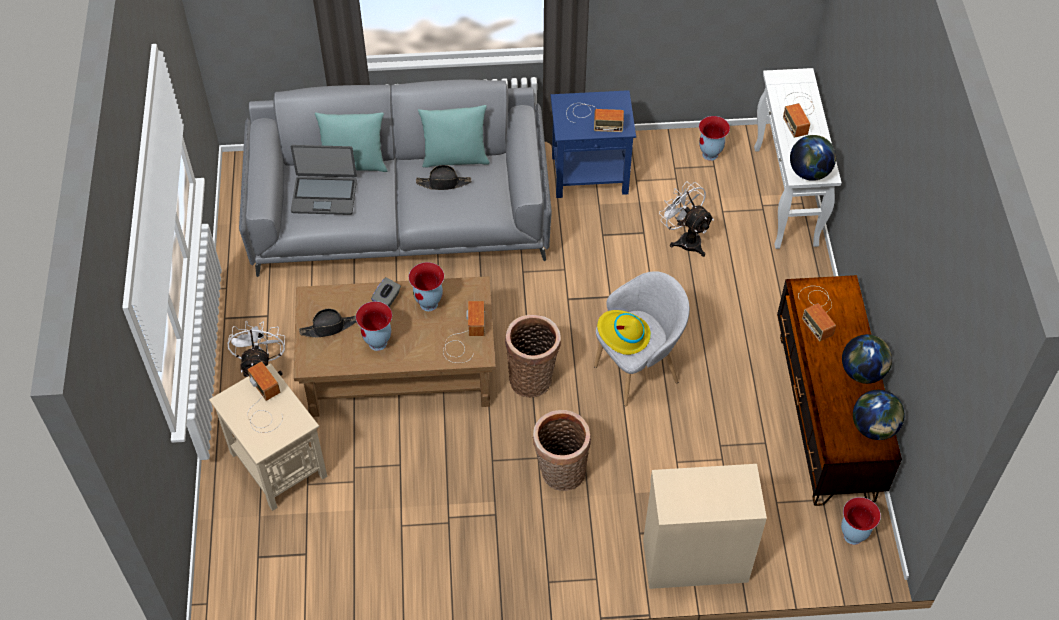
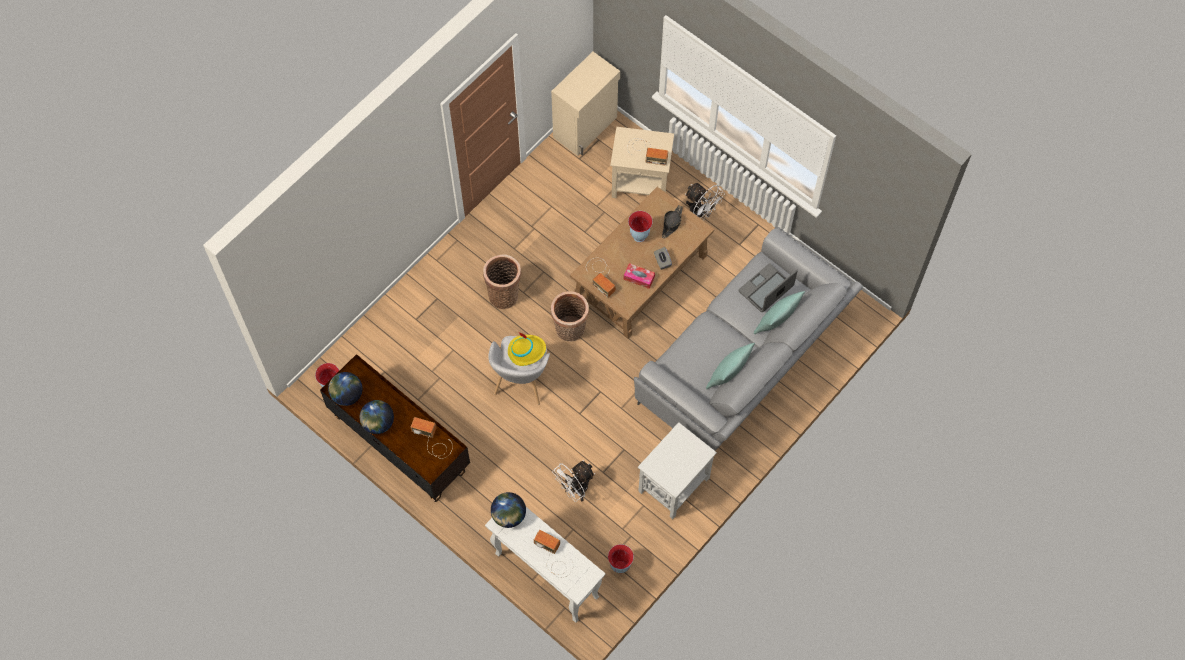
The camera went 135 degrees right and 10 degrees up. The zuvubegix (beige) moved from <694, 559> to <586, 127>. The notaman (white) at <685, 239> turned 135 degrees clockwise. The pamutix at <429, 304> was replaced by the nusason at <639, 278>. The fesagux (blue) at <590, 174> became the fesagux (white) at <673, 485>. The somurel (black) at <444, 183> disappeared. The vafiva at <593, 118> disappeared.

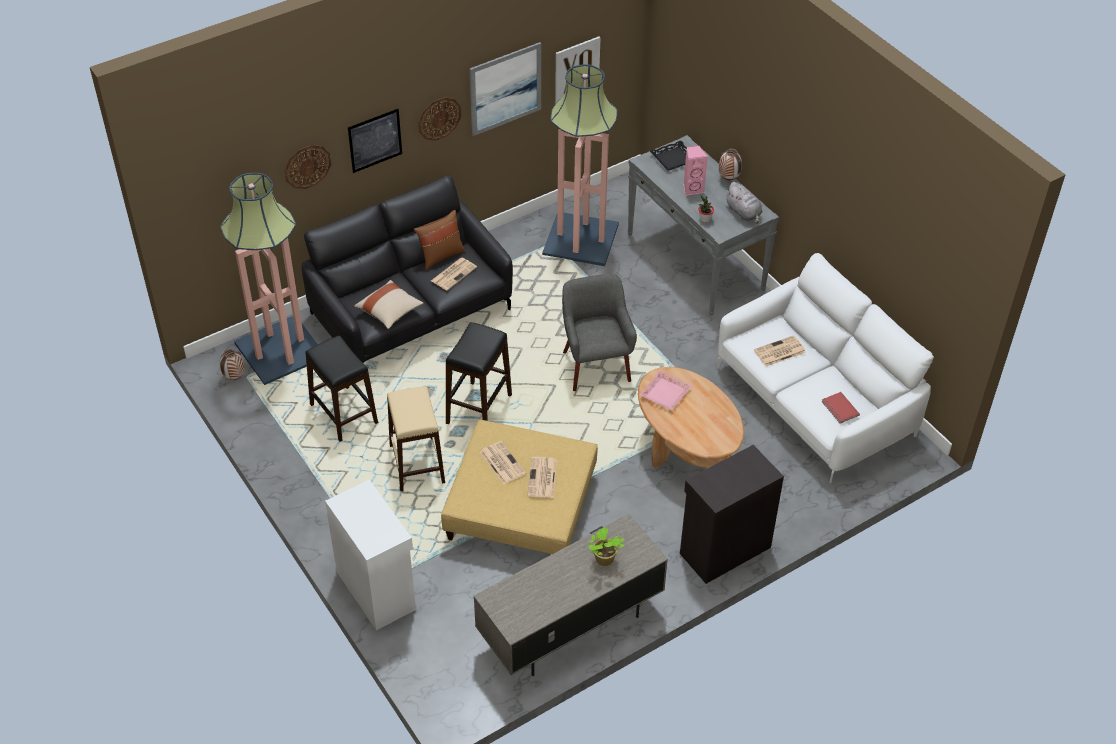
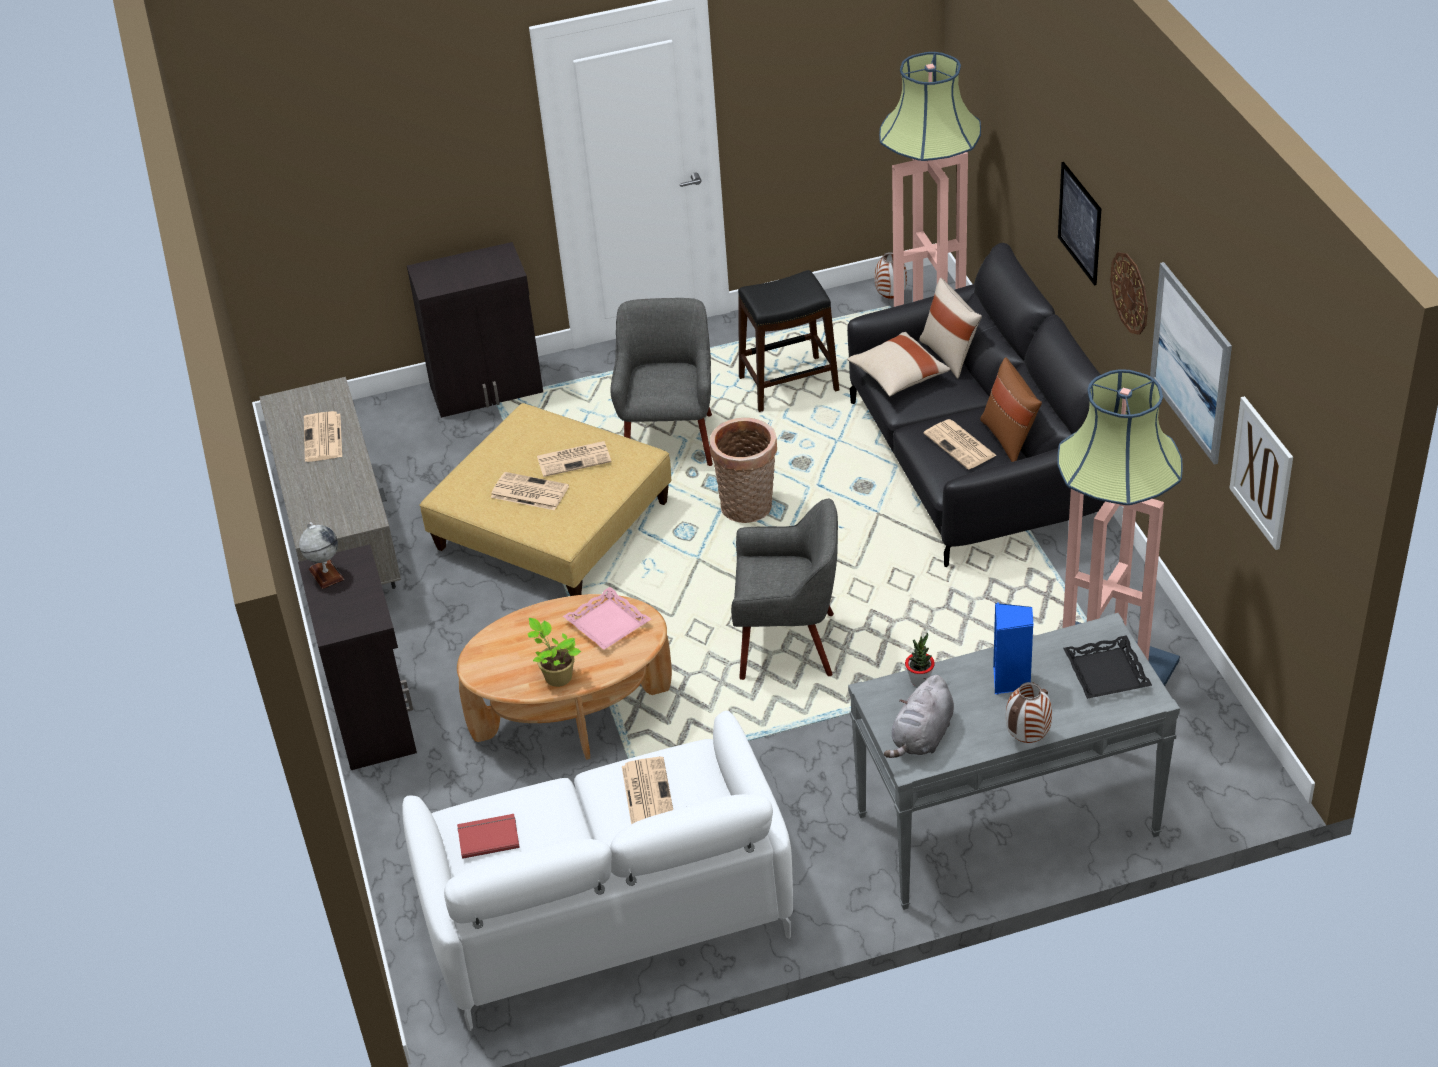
The camera went 110 degrees right and 5 degrees down. The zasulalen at <326, 574> appeared. The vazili at <323, 438> appeared. The zuvubegix (white) at <377, 589> became the zuvubegix (black) at <487, 389>. The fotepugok moved from <604, 560> to <557, 676>. The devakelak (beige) at <416, 464> was replaced by the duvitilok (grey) at <670, 440>. The devakelak (black) at <479, 409> was replaced by the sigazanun at <748, 509>. The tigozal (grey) at <744, 213> turned 45 degrees counterclockwise. The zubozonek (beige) at <950, 355> appeared. The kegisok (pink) at <692, 188> became the kegisok (blue) at <1011, 681>. The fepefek at <307, 166> disappeared.

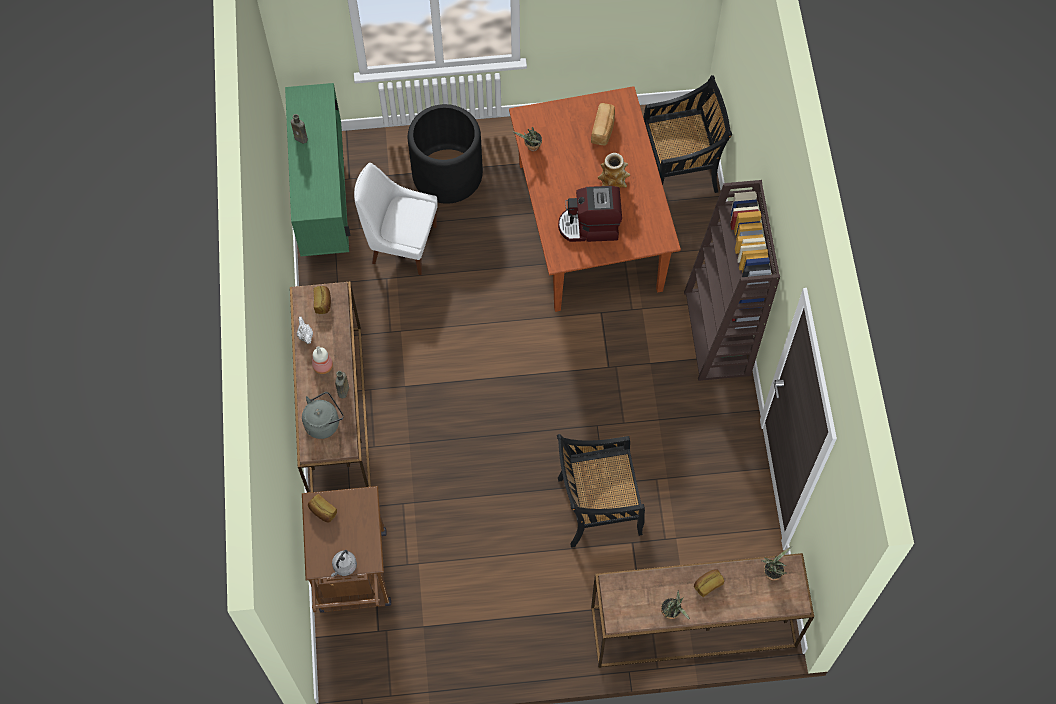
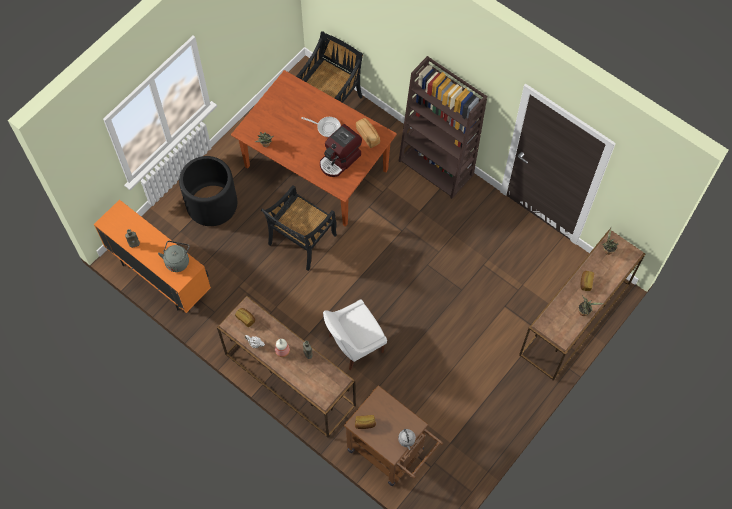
The camera went 45 degrees left and 0 degrees up. The zuvubegix (green) at <324, 203> became the zuvubegix (orange) at <160, 276>. The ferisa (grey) moved from <324, 422> to <177, 261>. The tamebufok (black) moved from <597, 506> to <301, 241>. The pamutix at <613, 182> was replaced by the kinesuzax at <326, 127>. The tamebufok (white) moved from <401, 244> to <353, 345>. The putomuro moved from <603, 129> to <368, 135>.

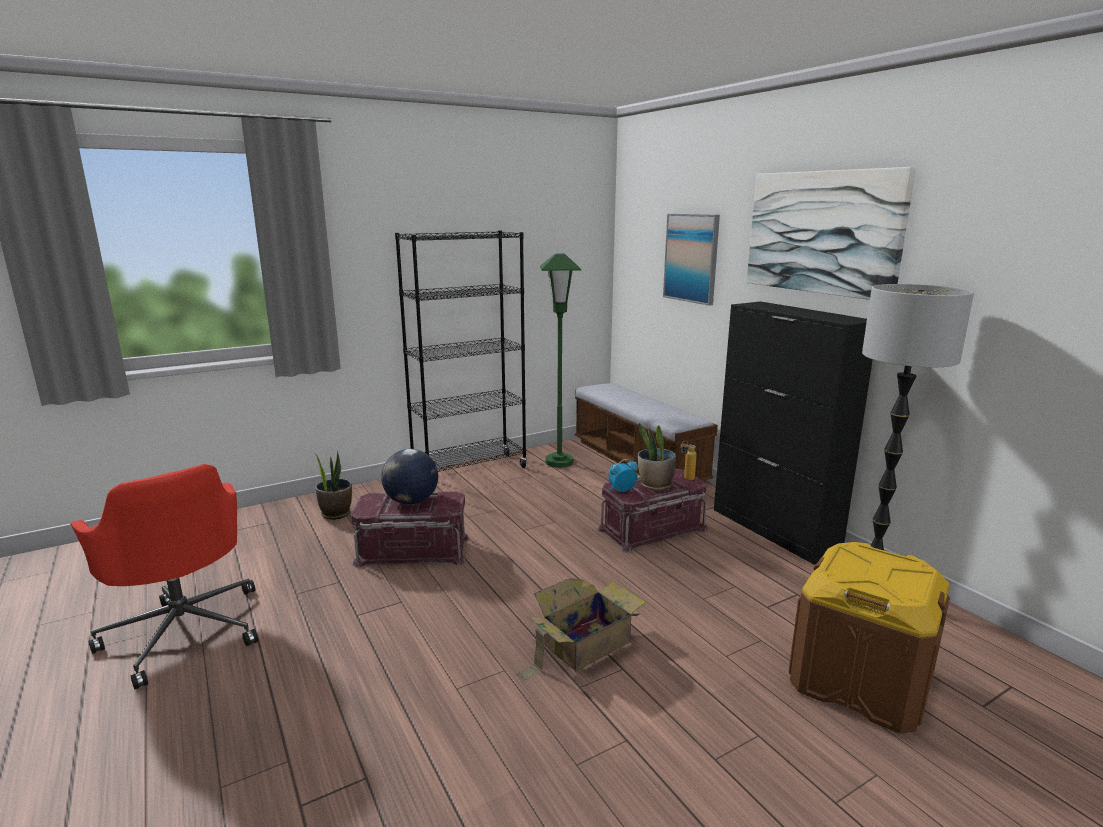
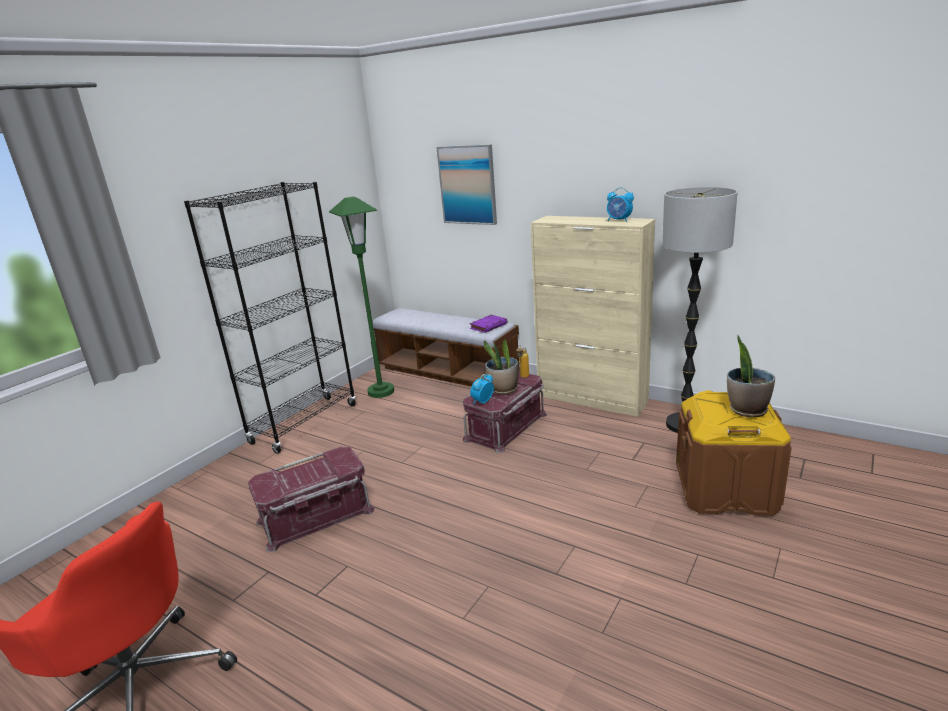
The camera went 25 degrees left and 5 degrees up. The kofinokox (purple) at <488, 326> appeared. The zuvubegix (black) at <774, 530> became the zuvubegix (beige) at <592, 399>. The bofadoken at <619, 220> appeared. The fotepugok moved from <336, 513> to <747, 410>. The zasulalen at <411, 502> disappeared. The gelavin at <583, 645> disappeared. The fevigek at <822, 232> disappeared.

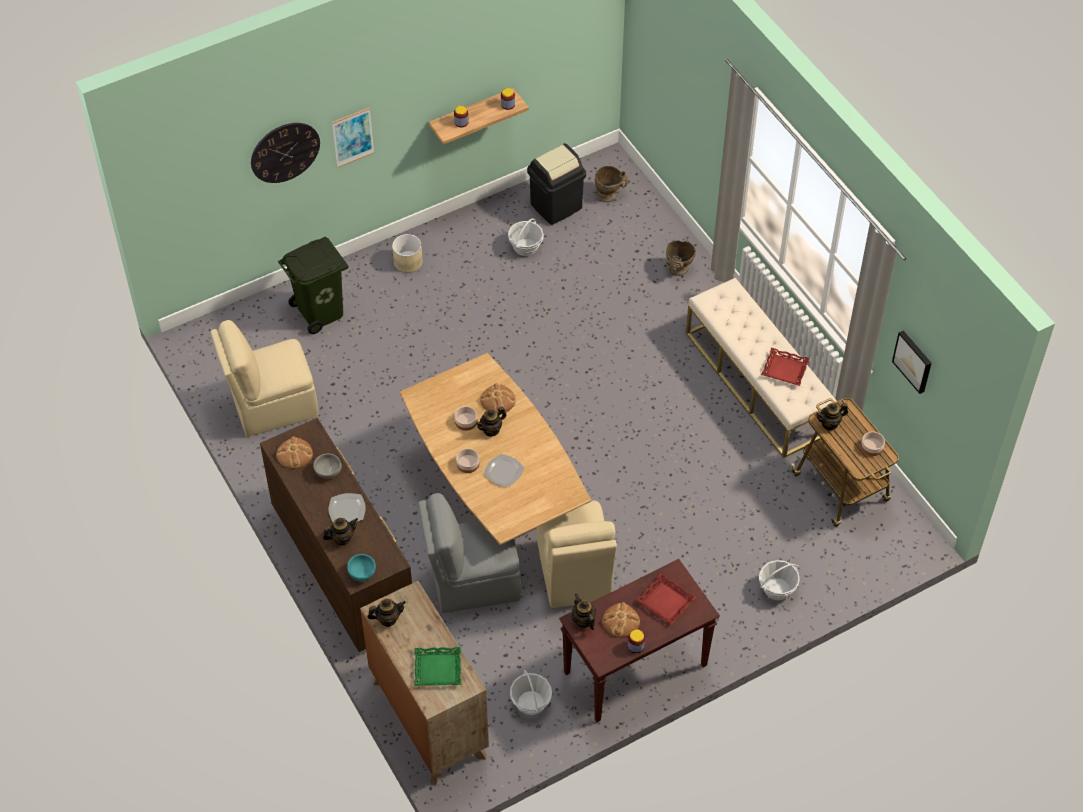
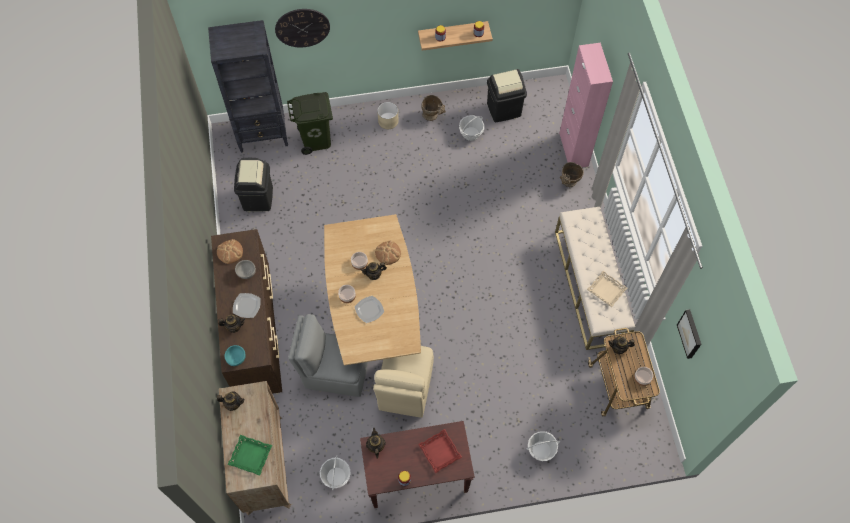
The camera went 20 degrees right and 10 degrees up. The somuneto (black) at <263, 134> appeared. The tamebufok (beige) at <272, 406> was replaced by the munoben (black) at <257, 198>. The pamutix (beige) moved from <610, 195> to <432, 116>. The zuvubegix (pink) at <573, 149> appeared. The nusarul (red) at <784, 370> became the nusarul (beige) at <606, 290>. The fevigek at <353, 137> disappeared. The putomuro at <620, 621> disappeared.

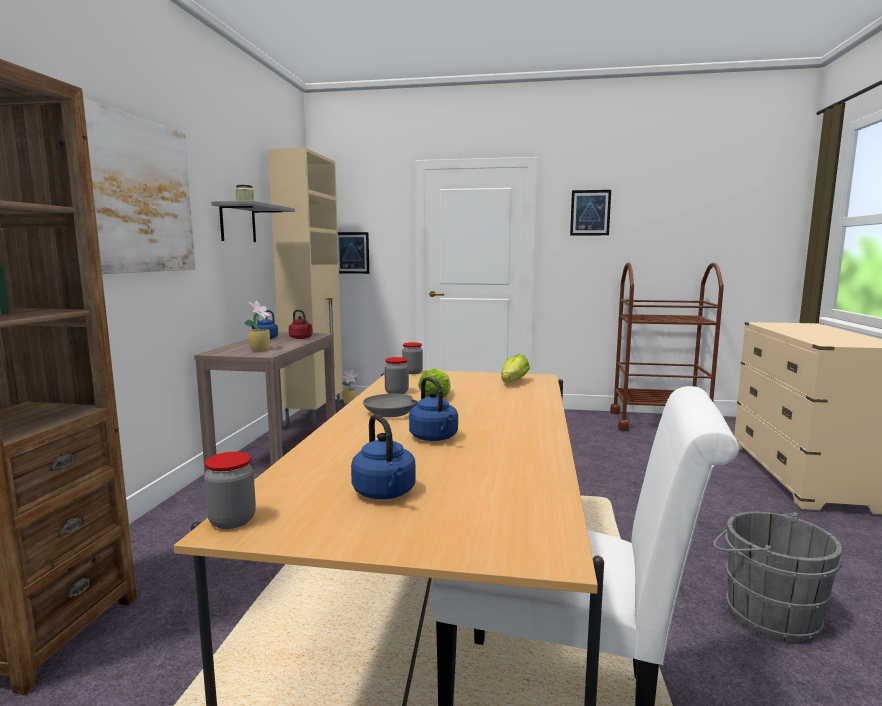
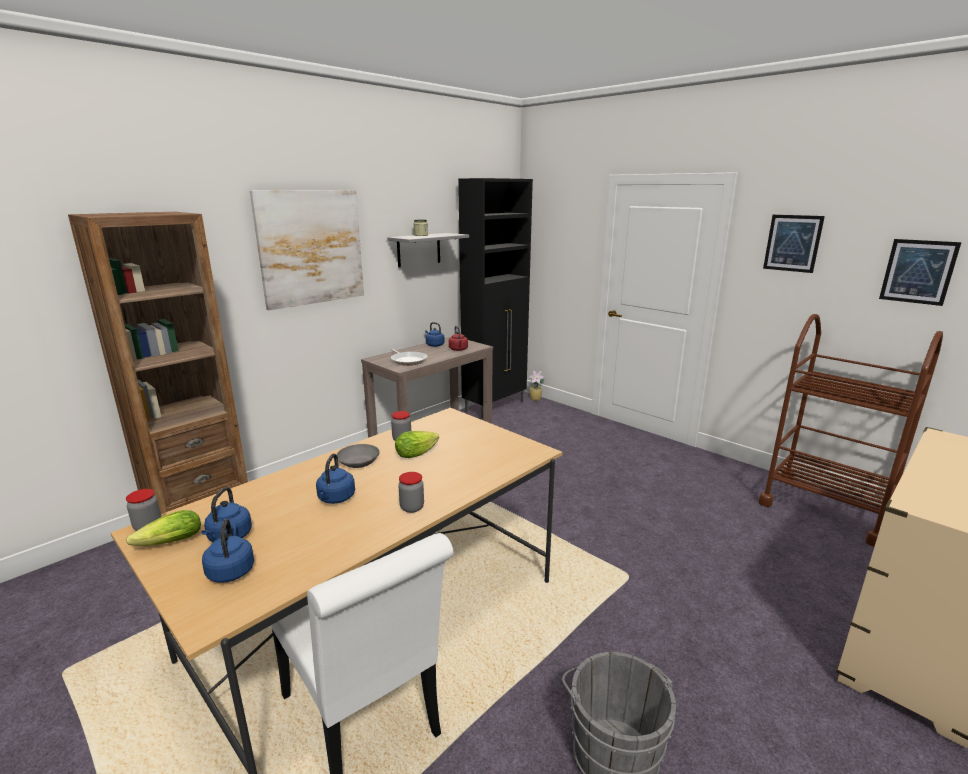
The camera went 35 degrees right and 10 degrees up. The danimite moved from <512, 383> to <167, 543>. The ferisa (blue) at <231, 570> appeared. The fotepugok at <260, 349> was replaced by the kinesuzax at <408, 360>. The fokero moved from <412, 372> to <412, 507>. The zuvubegix (beige) at <315, 414> became the zuvubegix (black) at <495, 406>. The fevigek moved from <352, 253> to <918, 271>.

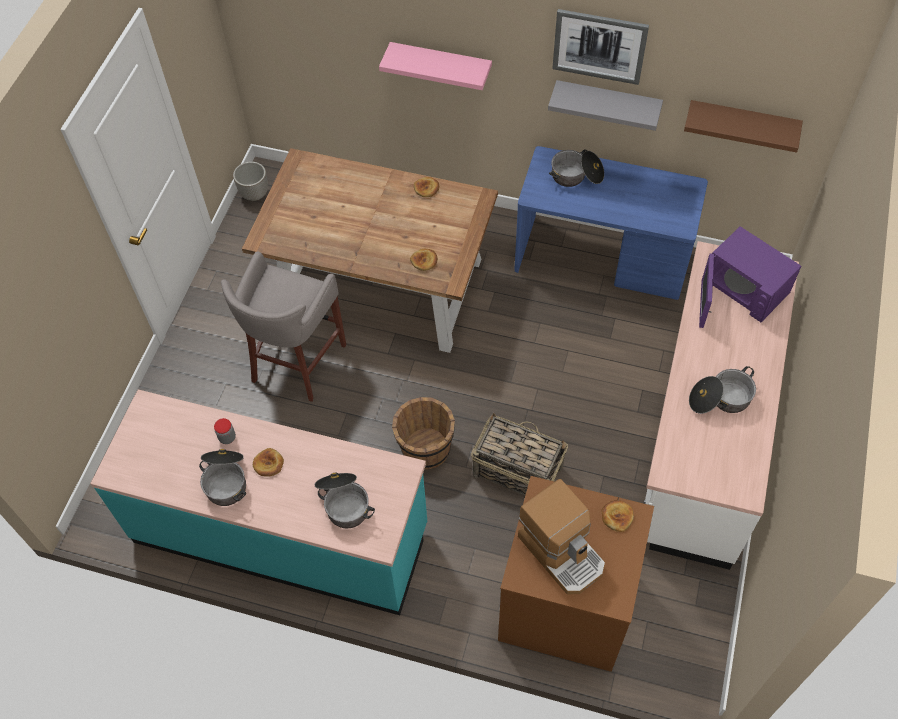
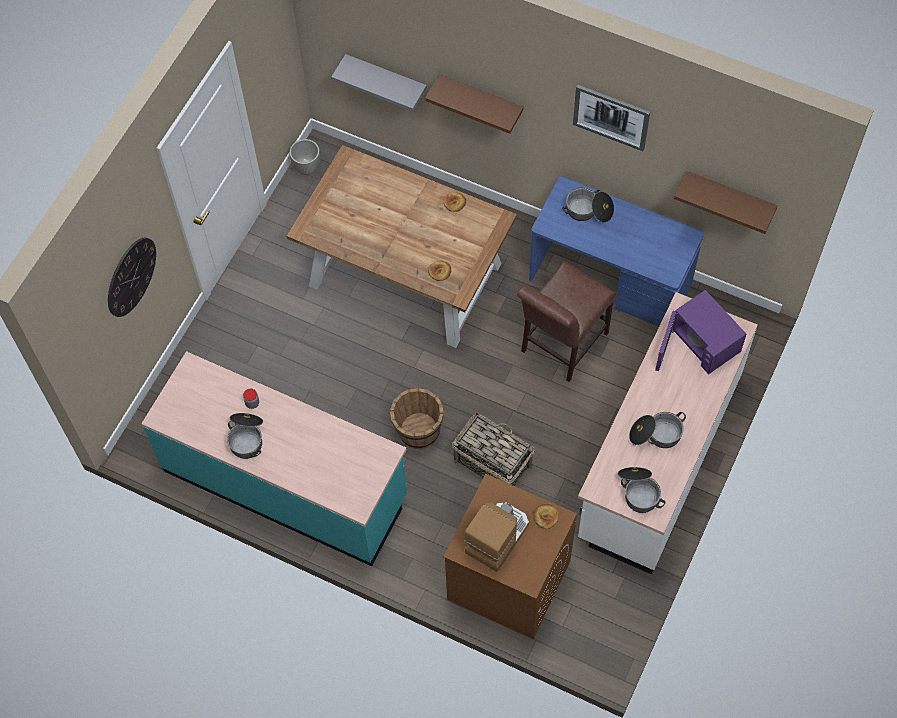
The camera went 10 degrees right and 5 degrees up. The fepefek at <131, 276> appeared. The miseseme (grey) moved from <607, 103> to <386, 78>. The miseseme (pink) at <441, 64> became the miseseme (brown) at <481, 99>. The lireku at <562, 551> turned 120 degrees counterclockwise. The tamebufok (brown) at <561, 345> appeared. The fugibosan moved from <344, 502> to <638, 491>. The devakelak (grey) at <296, 364> disappeared. The putomuro at <268, 464> disappeared.

